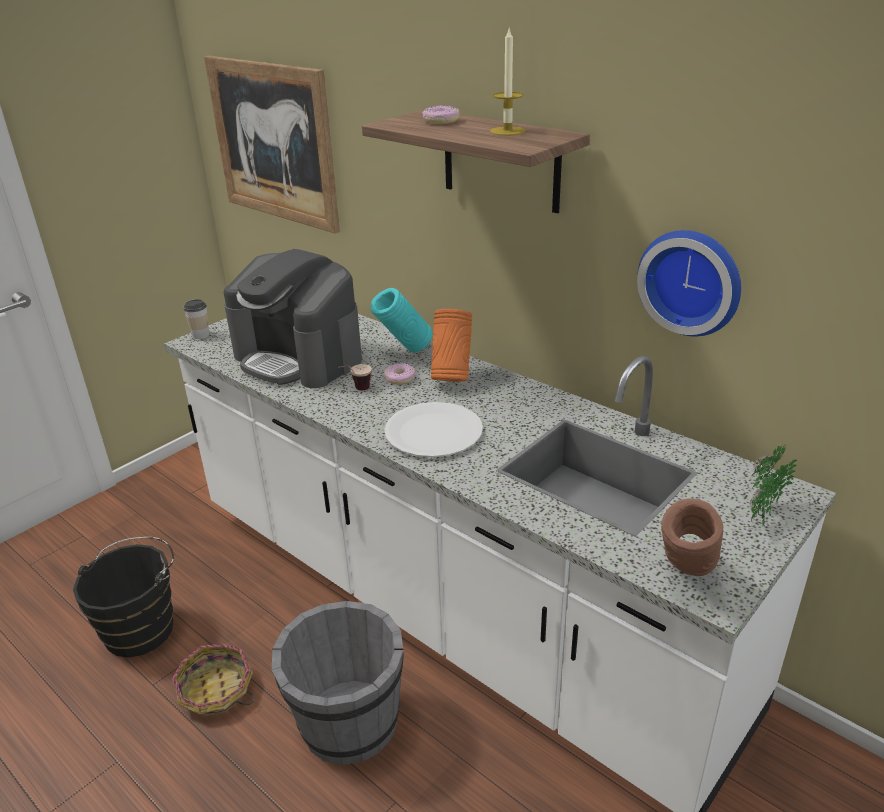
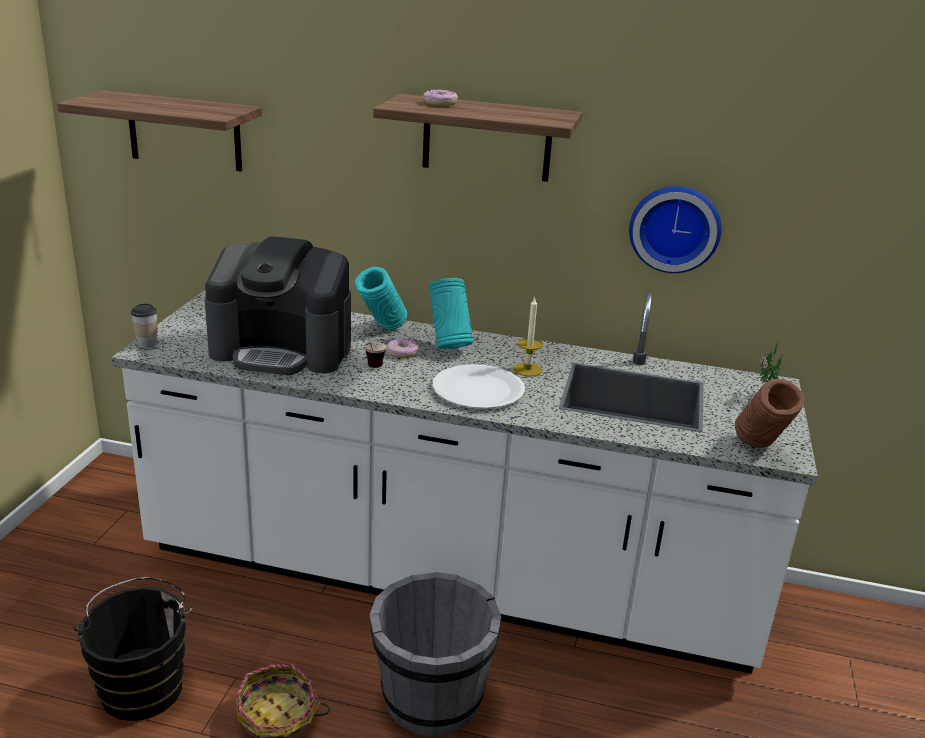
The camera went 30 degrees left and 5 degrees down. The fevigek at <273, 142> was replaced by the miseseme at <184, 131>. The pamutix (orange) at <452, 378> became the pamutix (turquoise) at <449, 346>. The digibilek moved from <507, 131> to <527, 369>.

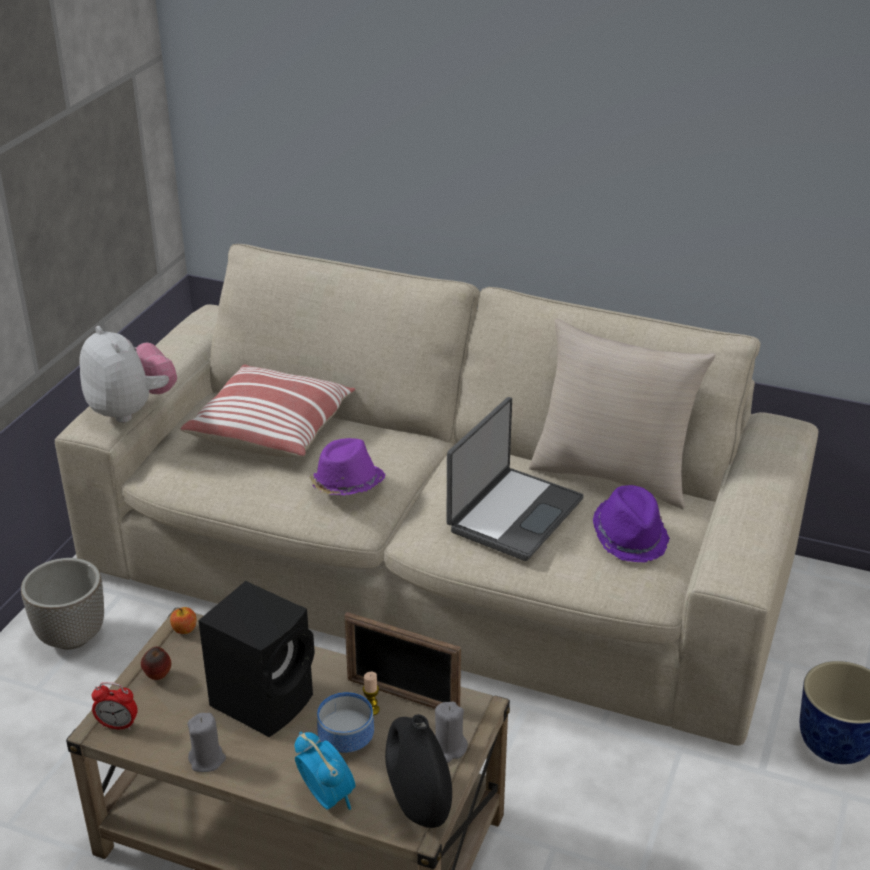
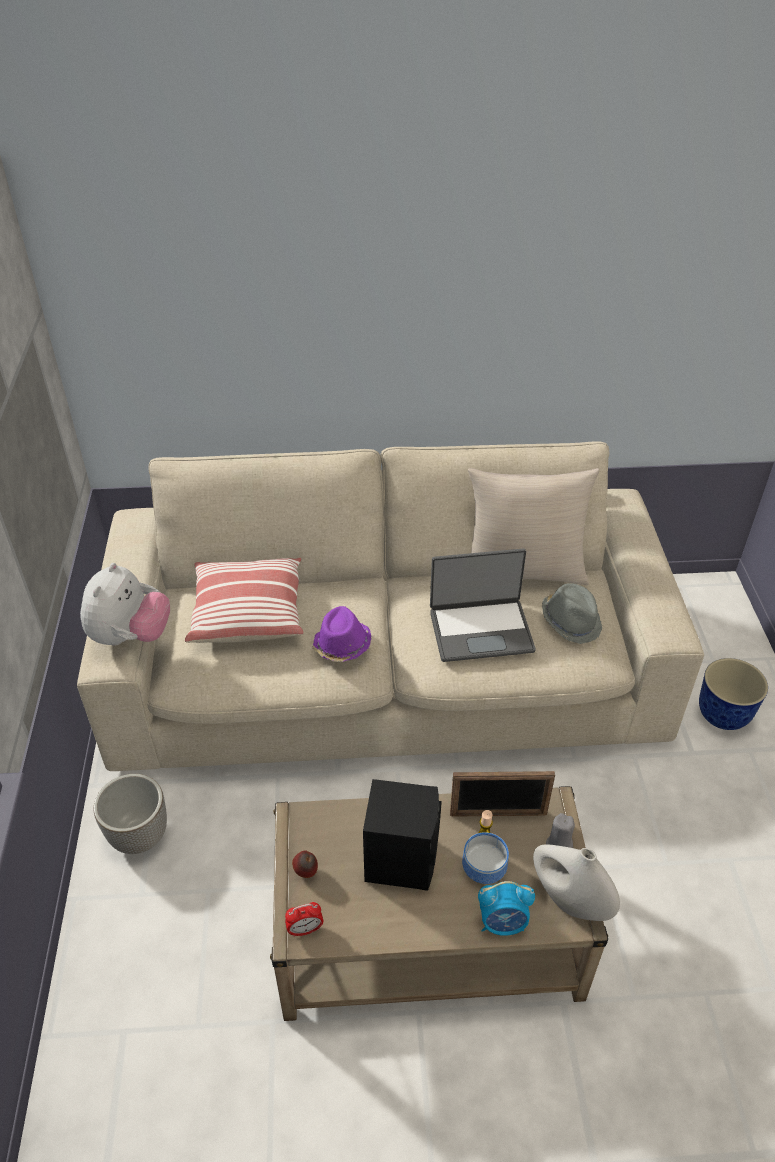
The camera went 25 degrees left and 10 degrees up. The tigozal at <131, 410> turned 75 degrees clockwise. The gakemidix at <513, 514> turned 75 degrees clockwise. The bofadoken at <327, 796> turned 150 degrees clockwise. The pamutix (black) at <418, 804> became the pamutix (white) at <569, 901>. The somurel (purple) at <630, 537> became the somurel (grey) at <571, 621>. The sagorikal at <184, 629> disappeared. The digibilek (grey) at <207, 760> disappeared.

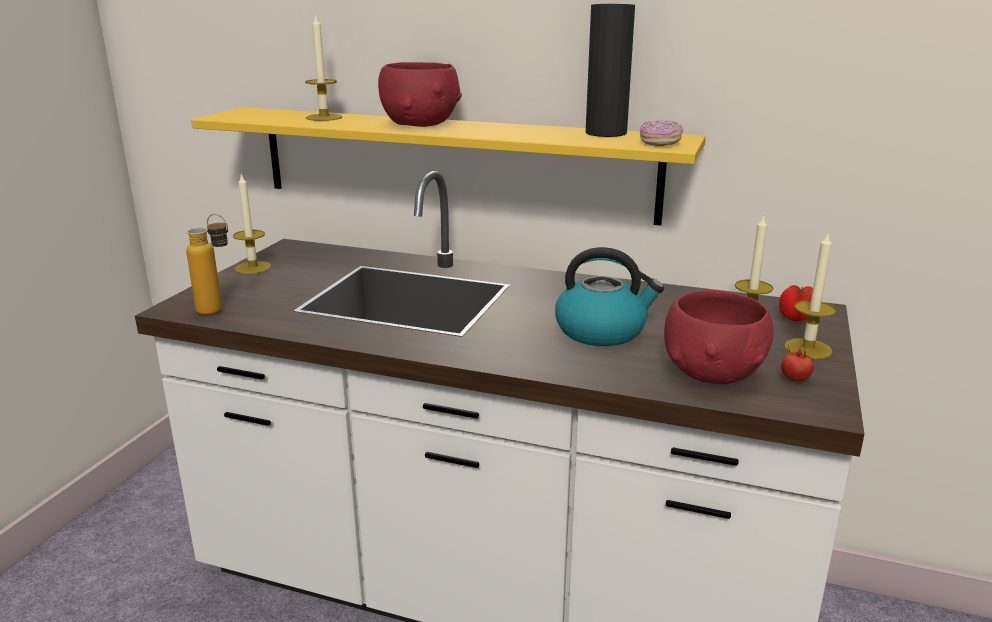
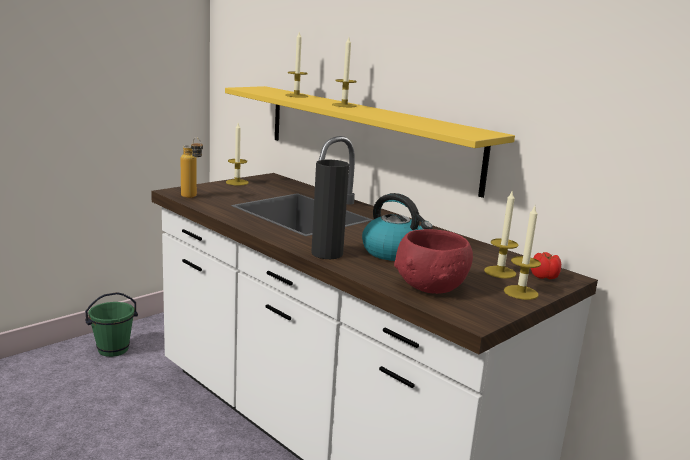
The camera went 25 degrees right and 5 degrees down. The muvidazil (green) at <113, 349> appeared. The pamutix (black) moved from <606, 133> to <327, 253>. The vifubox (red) at <421, 123> was replaced by the digibilek at <344, 105>. The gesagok at <660, 143> disappeared. The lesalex at <795, 378> disappeared.

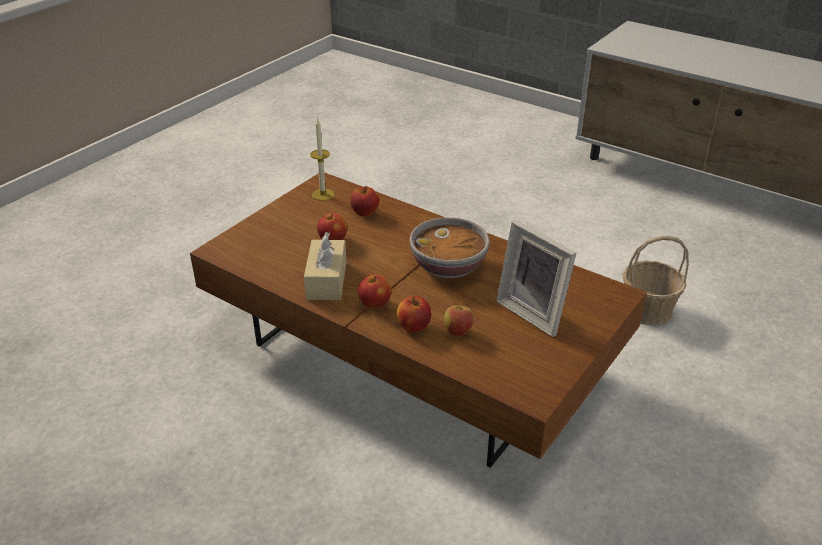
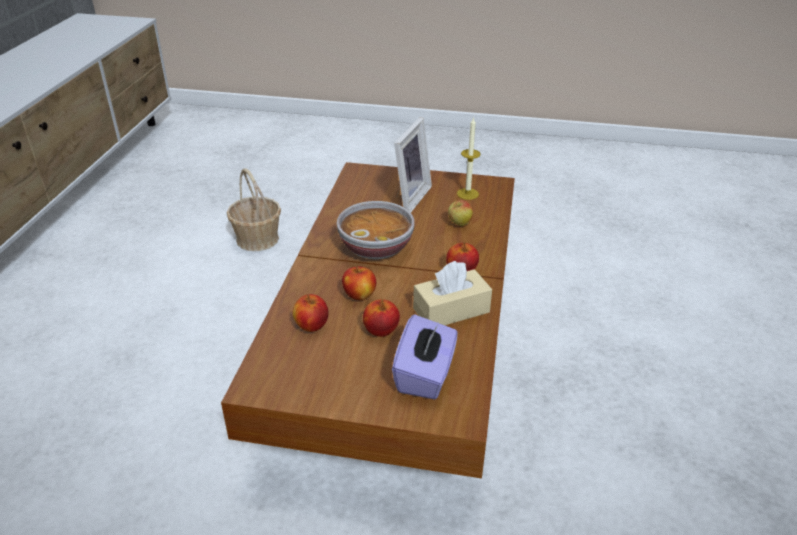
The camera went 115 degrees left and 0 degrees up. The sagorikal moved from <413, 327> to <359, 295>. The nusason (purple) at <425, 375> appeared. The digibilek moved from <323, 194> to <467, 194>.

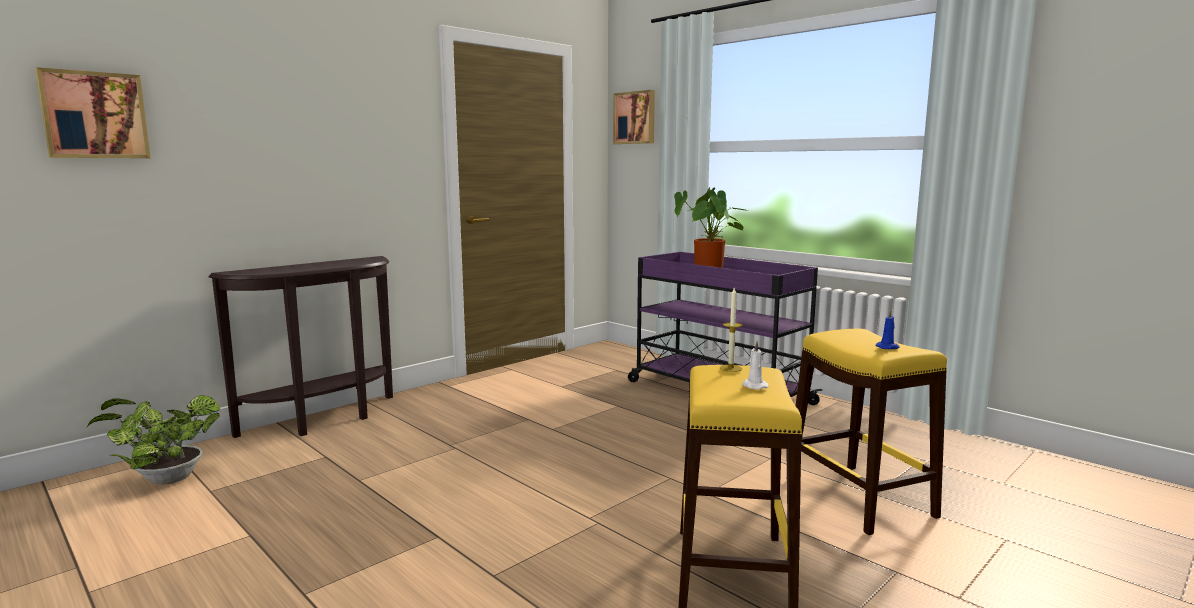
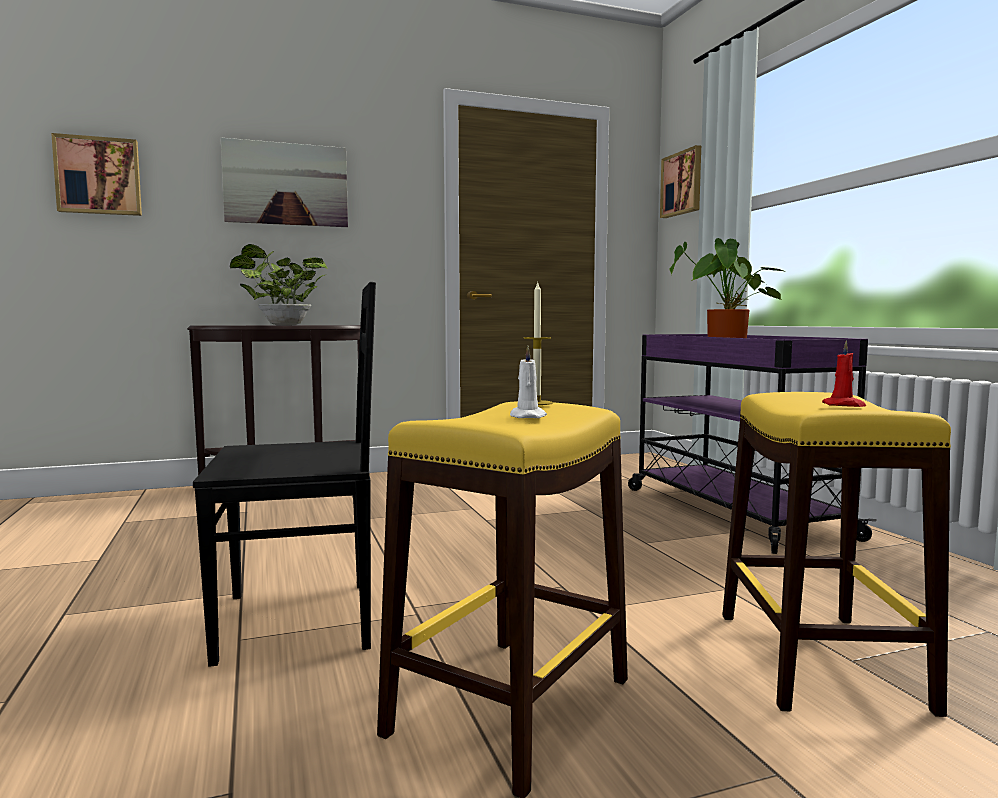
The camera went 25 degrees right and 5 degrees down. The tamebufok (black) at <303, 620> appeared. The fevigek at <286, 184> appeared. The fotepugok moved from <165, 480> to <281, 325>. The digibilek (blue) at <888, 347> became the digibilek (red) at <844, 405>.

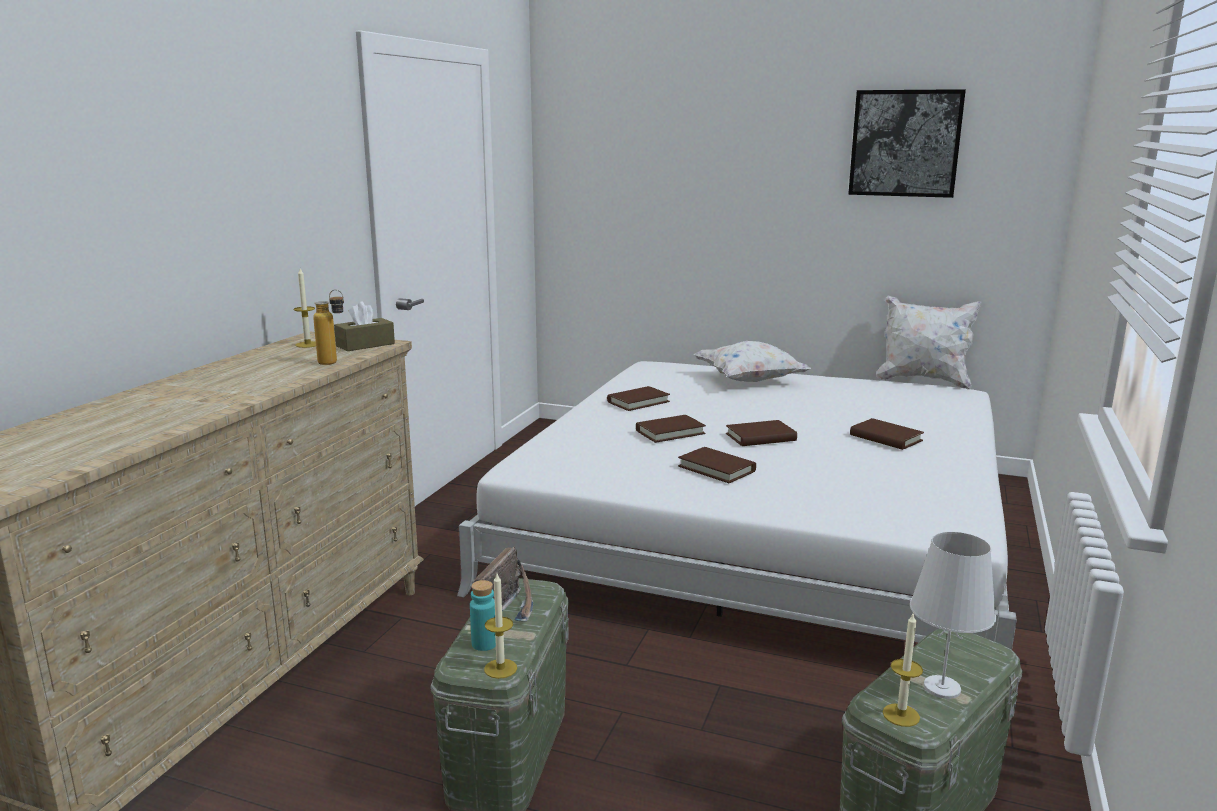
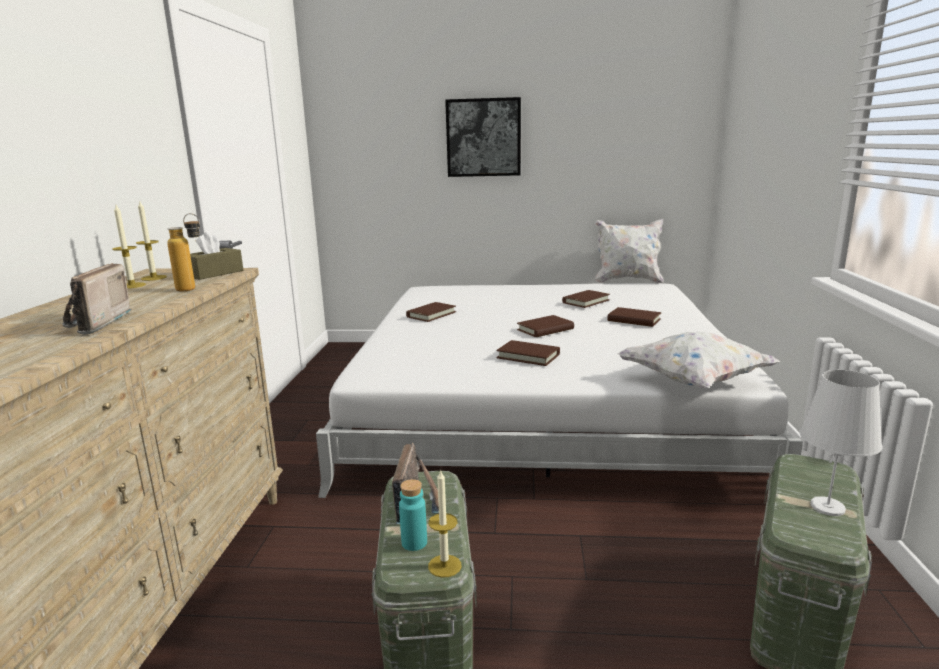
The camera went 15 degrees left and 0 degrees up. The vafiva at <92, 324> appeared. The digibilek moved from <901, 715> to <132, 285>. The fevigek moved from <905, 143> to <483, 137>. The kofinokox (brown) moved from <670, 432> to <586, 301>. The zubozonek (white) moved from <750, 381> to <694, 382>.

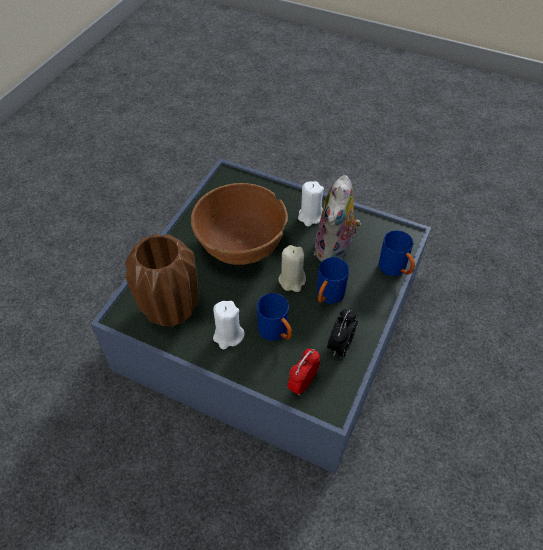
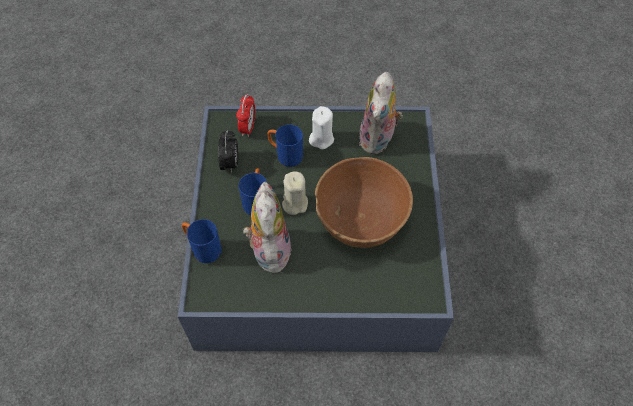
The camera went 155 degrees right and 5 degrees up. The pamutix (brown) at <171, 310> was replaced by the tigozal at <378, 140>. The digibilek (white) at <310, 216> disappeared.

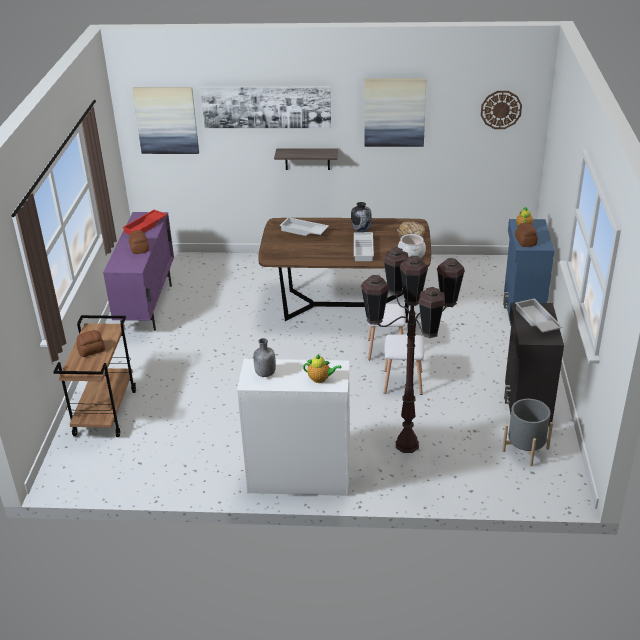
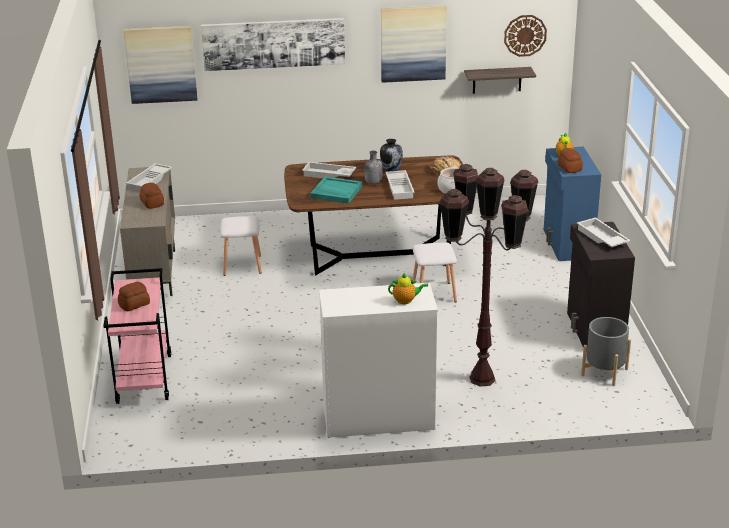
The camera went 10 degrees left and 5 degrees down. The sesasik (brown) at <105, 412> became the sesasik (pink) at <143, 378>. The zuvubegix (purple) at <147, 307> became the zuvubegix (beige) at <154, 274>. The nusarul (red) at <145, 226> became the nusarul (white) at <150, 181>. The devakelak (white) moved from <402, 382> to <242, 265>. The nusarul (turquoise) at <336, 192> appeared. The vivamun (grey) moved from <265, 373> to <373, 182>. The miseseme moved from <307, 159> to <497, 80>.

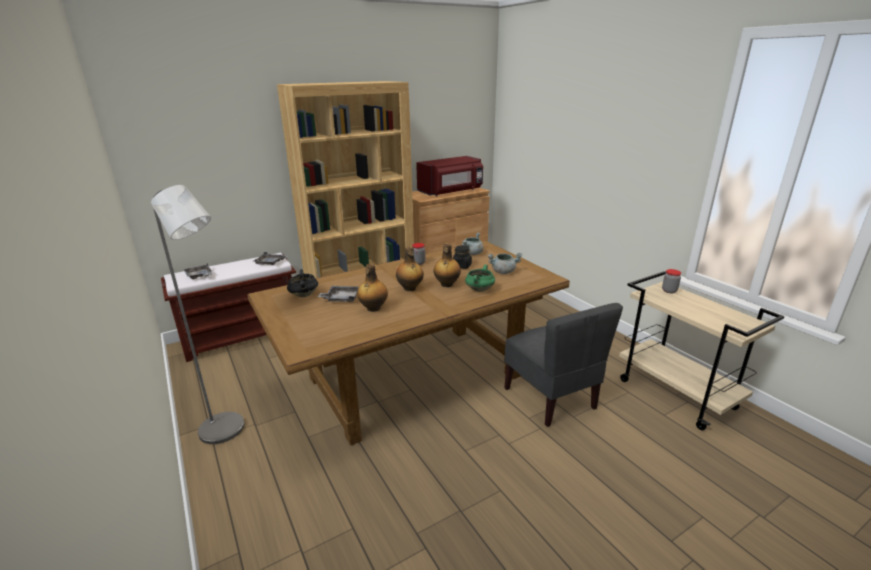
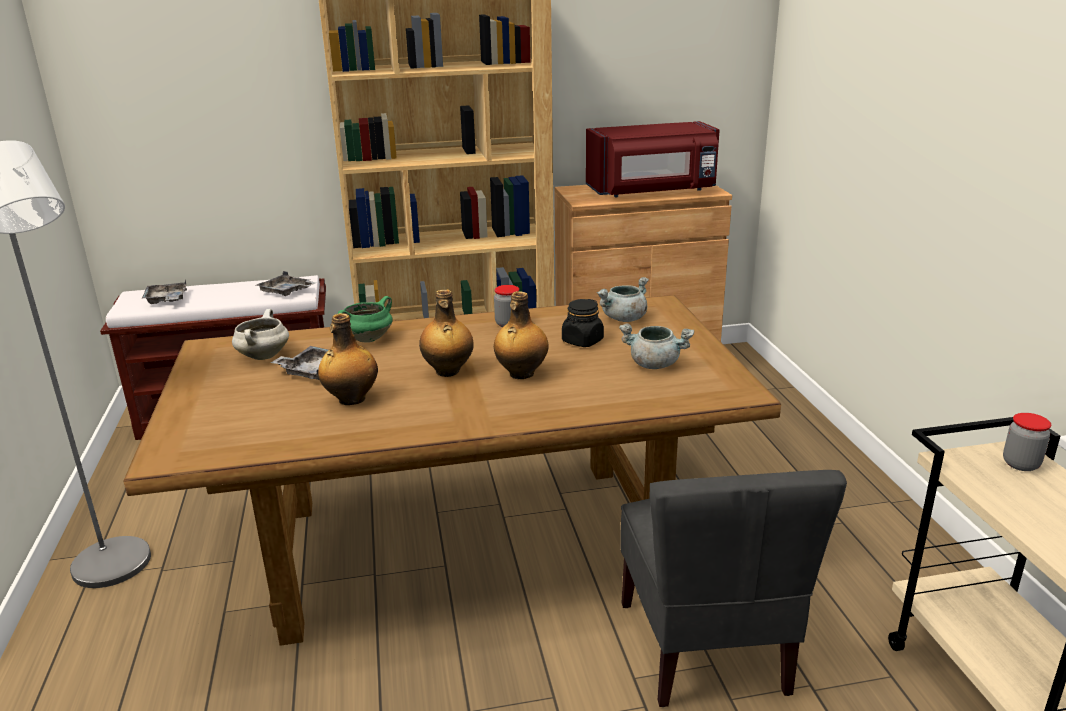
The camera went 20 degrees right and 0 degrees up. The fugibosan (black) at <303, 295> became the fugibosan (white) at <263, 356>. The fugibosan (green) moved from <479, 289> to <368, 339>.

